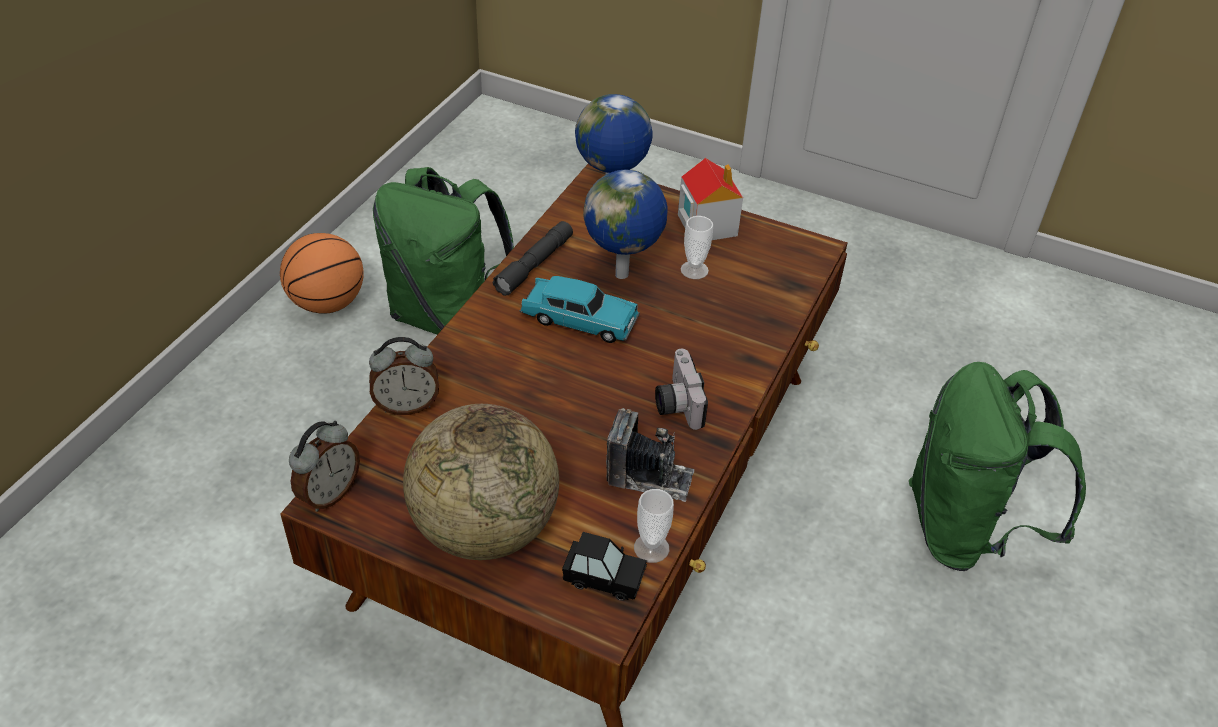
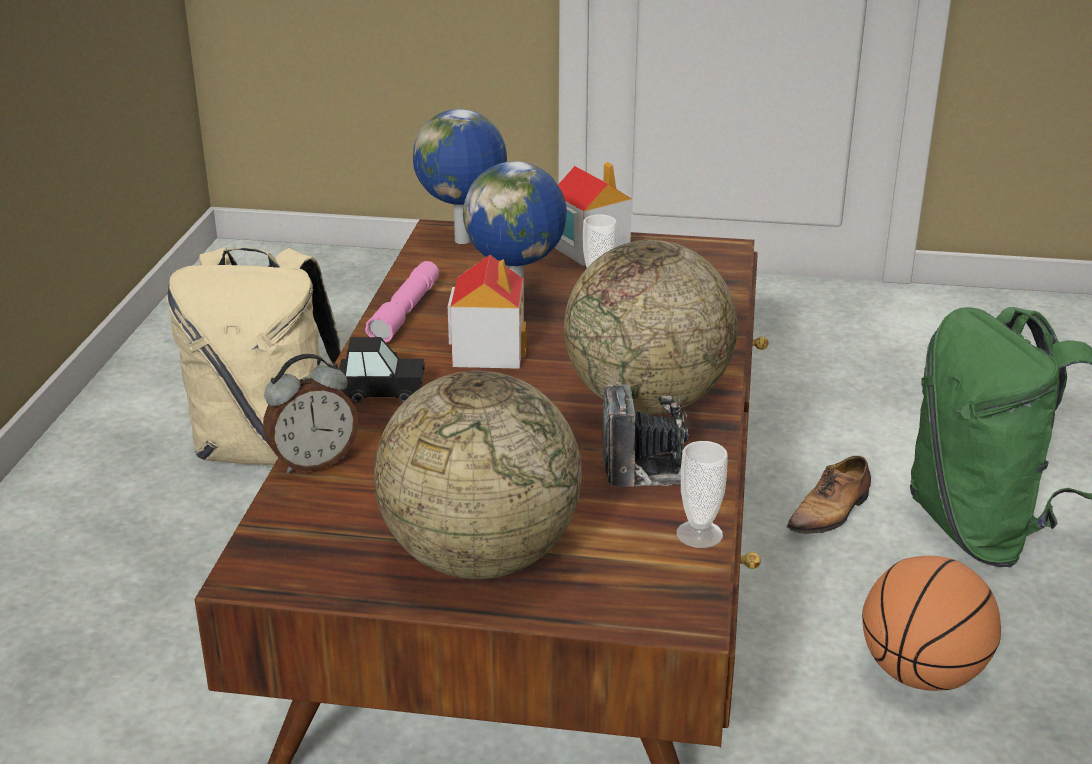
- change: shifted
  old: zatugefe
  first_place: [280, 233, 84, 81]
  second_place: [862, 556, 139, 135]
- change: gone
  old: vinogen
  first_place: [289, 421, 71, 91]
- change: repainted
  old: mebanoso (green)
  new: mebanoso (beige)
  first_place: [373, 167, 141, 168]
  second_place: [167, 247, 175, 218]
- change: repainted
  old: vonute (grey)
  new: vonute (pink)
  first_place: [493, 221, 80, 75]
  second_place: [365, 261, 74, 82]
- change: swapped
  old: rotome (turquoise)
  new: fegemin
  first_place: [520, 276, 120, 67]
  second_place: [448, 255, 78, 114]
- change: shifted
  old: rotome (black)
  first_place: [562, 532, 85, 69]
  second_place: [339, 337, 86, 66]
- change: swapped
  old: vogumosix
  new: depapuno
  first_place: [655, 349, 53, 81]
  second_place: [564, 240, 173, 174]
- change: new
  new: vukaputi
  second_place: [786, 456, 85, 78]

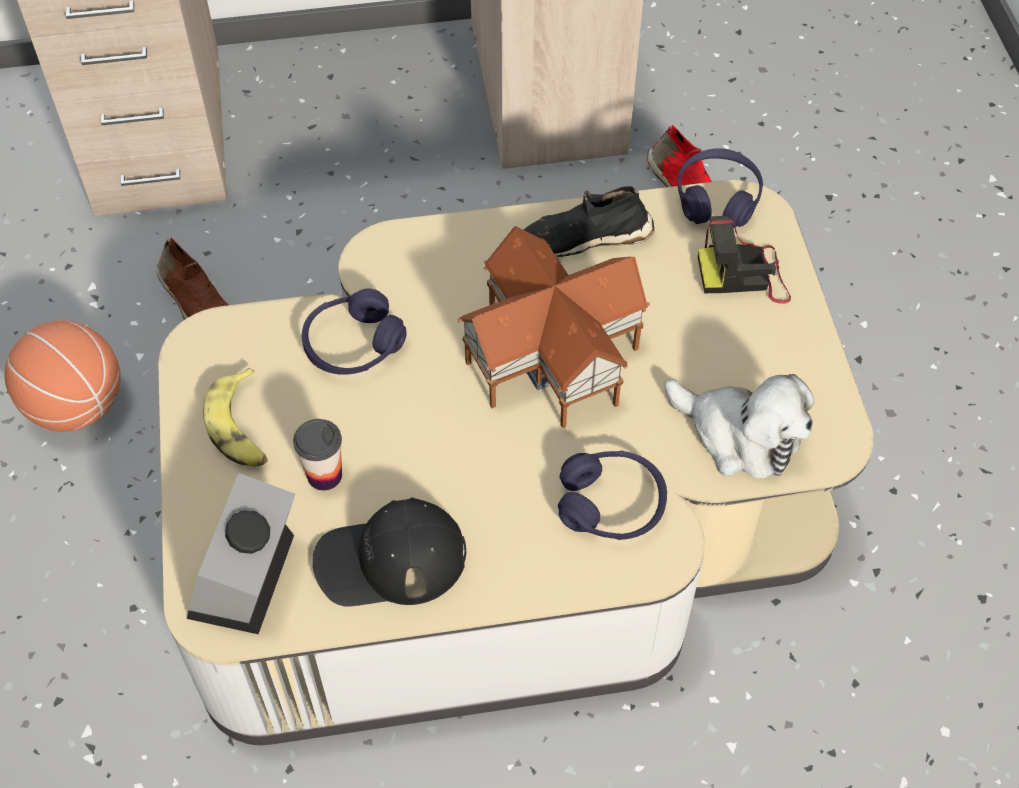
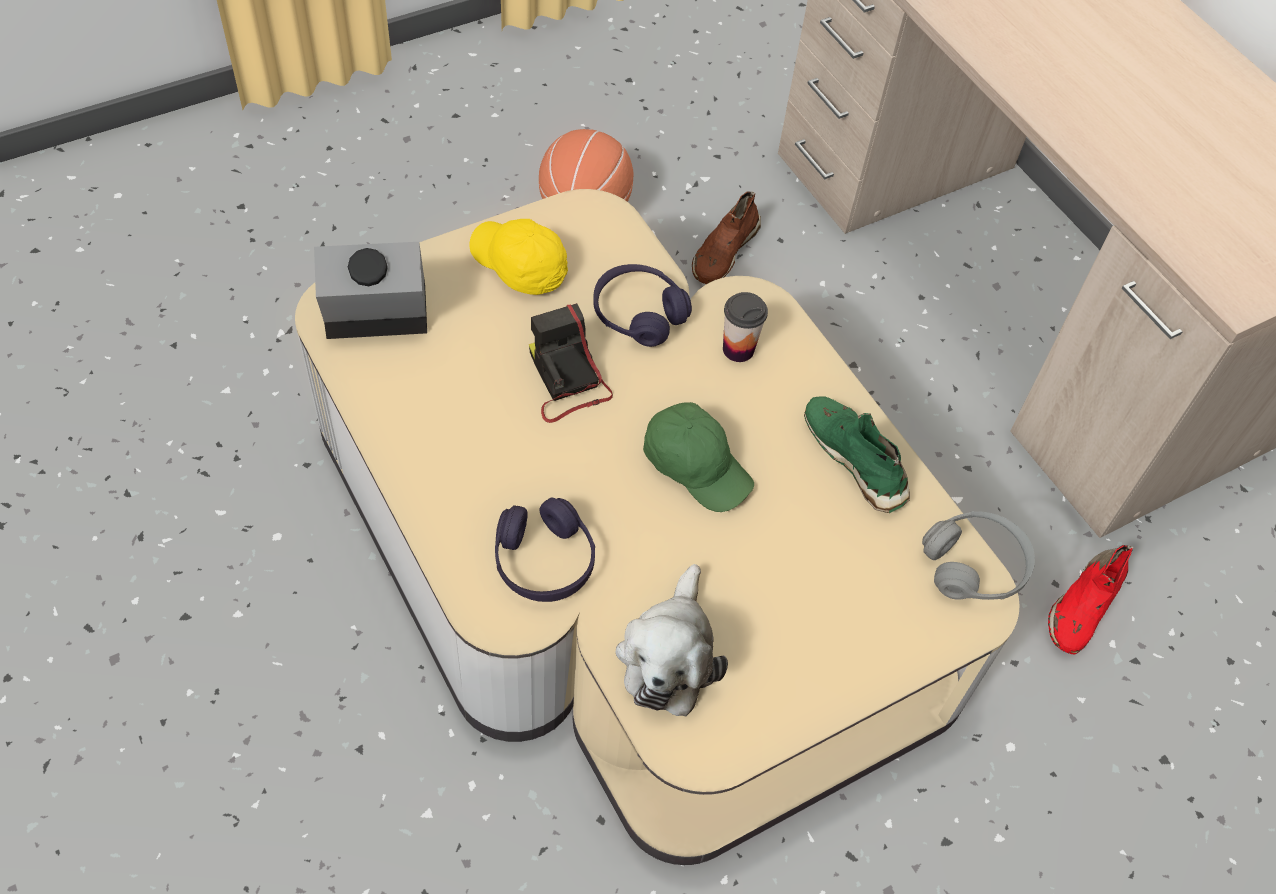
- change: swapped
  old: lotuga
  new: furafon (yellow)
  first_place: [203, 368, 65, 98]
  second_place: [469, 219, 99, 76]
- change: shifted
  old: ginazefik
  first_place: [293, 419, 49, 72]
  second_place: [723, 292, 45, 70]
- change: gone
  old: furafon (black)
  first_place: [312, 497, 154, 110]
- change: swapped
  old: fegemin
  new: furafon (green)
  first_place: [457, 226, 193, 202]
  second_place: [643, 402, 111, 110]
- change: repainted
  old: vukaputi (black)
  new: vukaputi (green)
  first_place: [524, 186, 131, 71]
  second_place: [804, 397, 106, 116]
- change: repainted
  old: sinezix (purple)
  new: sinezix (grey)
  first_place: [678, 148, 85, 80]
  second_place: [922, 511, 113, 89]
- change: shifted
  old: vogumosix
  first_place: [698, 216, 93, 88]
  second_place: [529, 303, 84, 120]

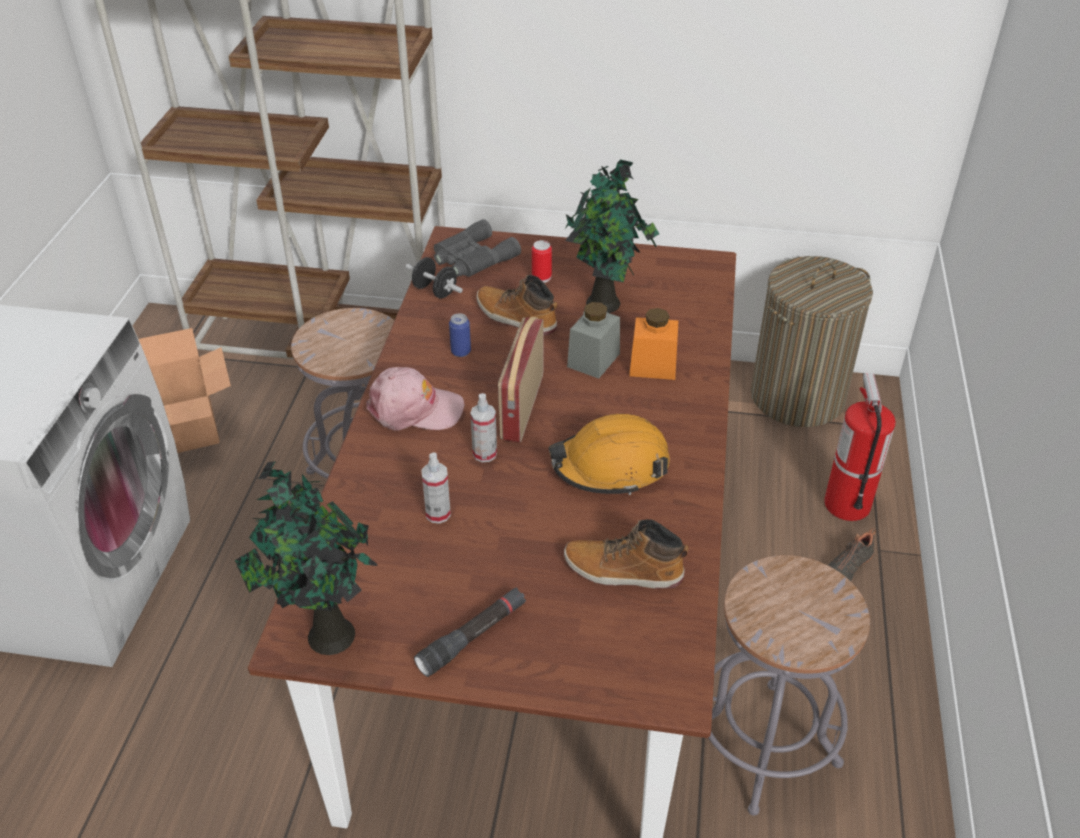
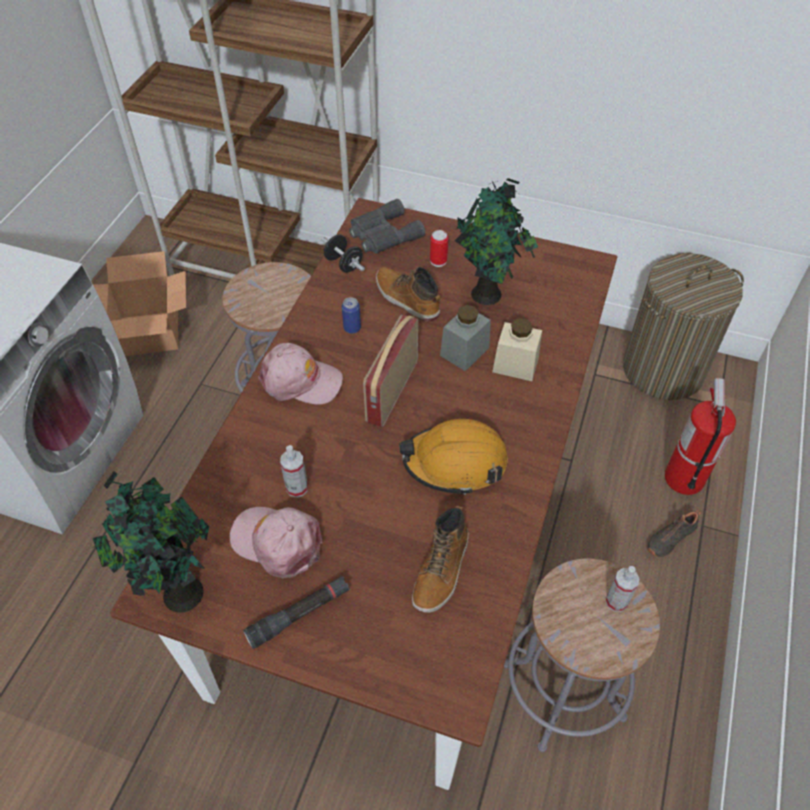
- change: shifted
  old: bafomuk
  first_place: [470, 393, 27, 69]
  second_place: [606, 566, 33, 46]
- change: rotated
  old: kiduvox
  first_place: [564, 519, 124, 70]
  second_place: [412, 506, 57, 107]
  degrees: -90
- change: repainted
  old: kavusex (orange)
  new: kavusex (beige)
  first_place: [629, 308, 50, 72]
  second_place: [492, 318, 50, 63]
- change: new
  new: furafon (pink)
  second_place: [230, 507, 93, 72]

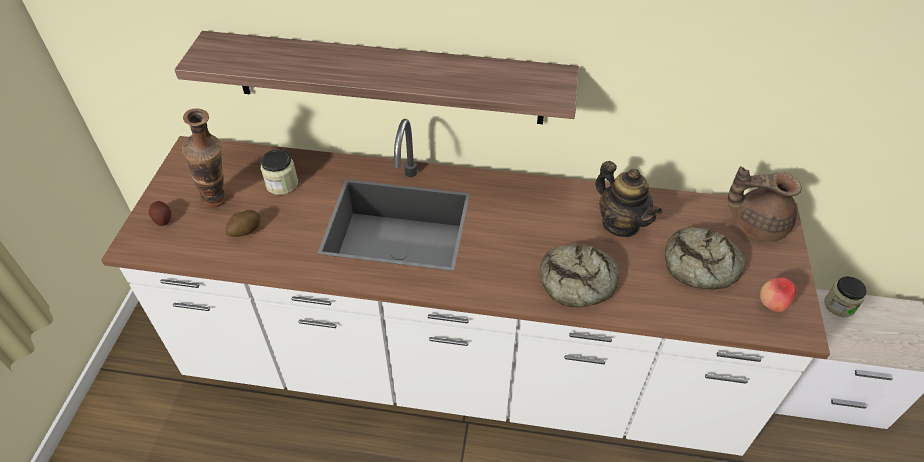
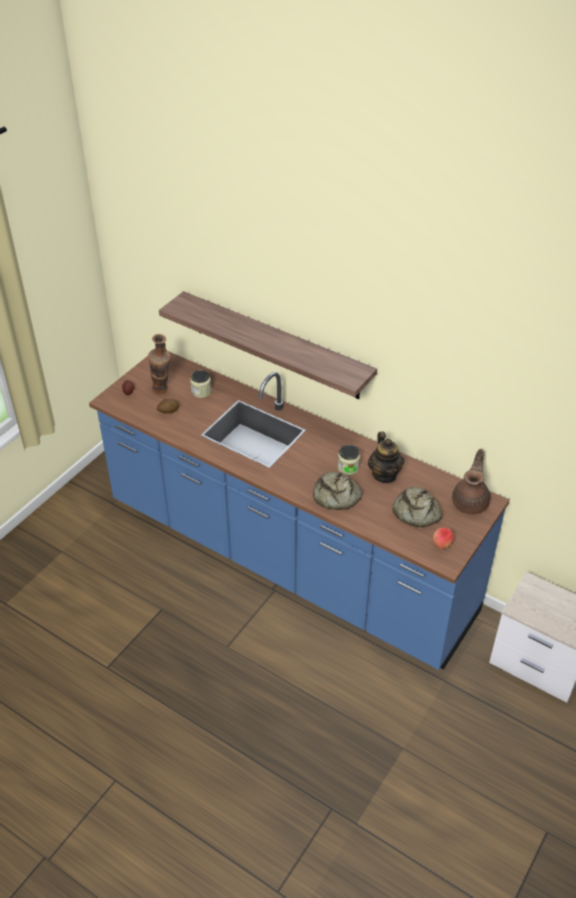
- change: repainted
  old: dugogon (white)
  new: dugogon (blue)
  first_place: [101, 119, 729, 337]
  second_place: [89, 351, 420, 319]
- change: rotated
  old: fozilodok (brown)
  first_place: [728, 166, 74, 76]
  second_place: [452, 449, 38, 65]
  degrees: 75
- change: shifted
  old: kavusex
  first_place: [824, 276, 43, 41]
  second_place: [338, 445, 22, 30]

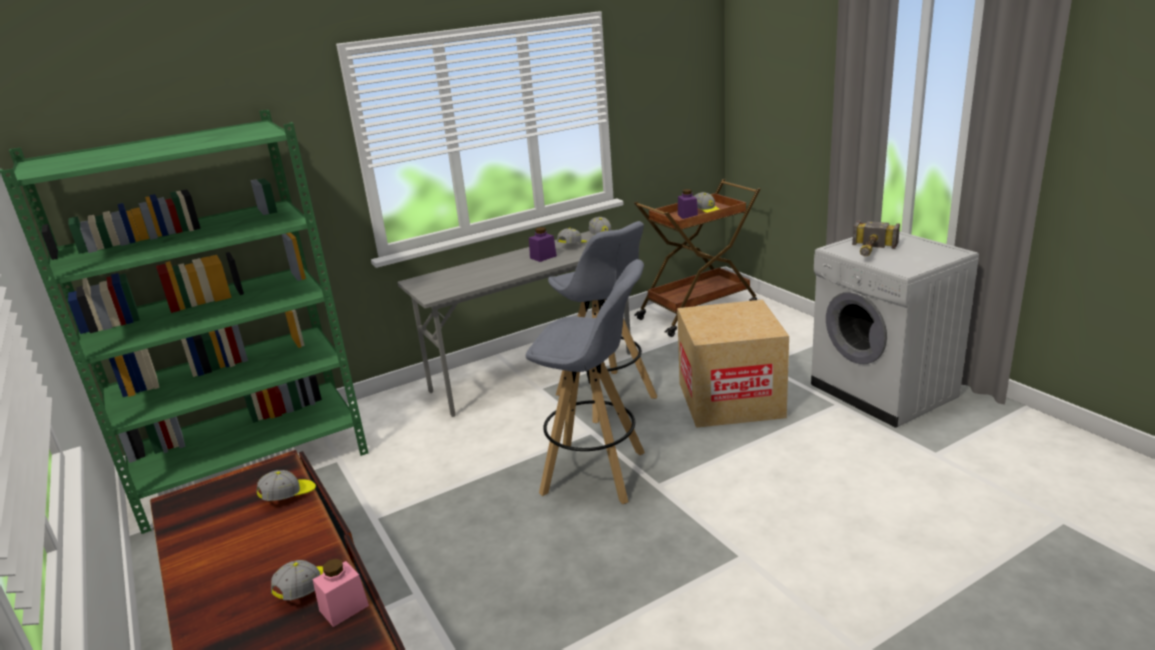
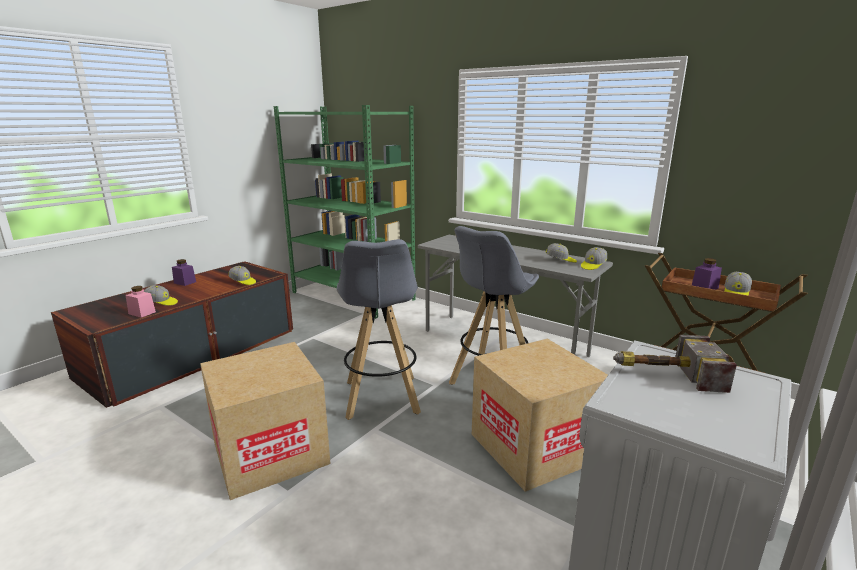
- change: shifted
  old: kavusex (purple)
  first_place: [529, 227, 28, 35]
  second_place: [172, 259, 24, 27]
- change: new
  new: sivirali
  second_place: [200, 342, 131, 158]

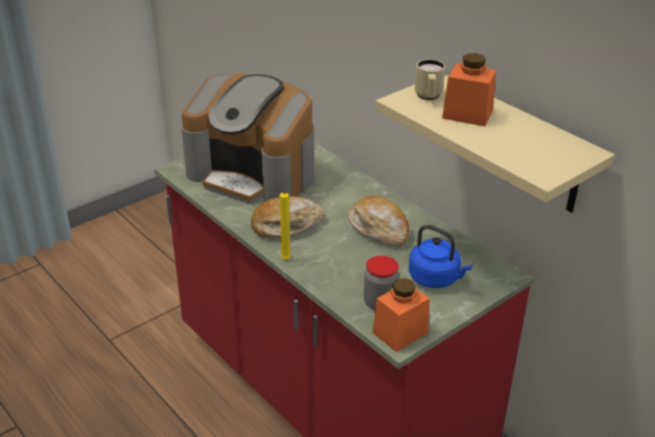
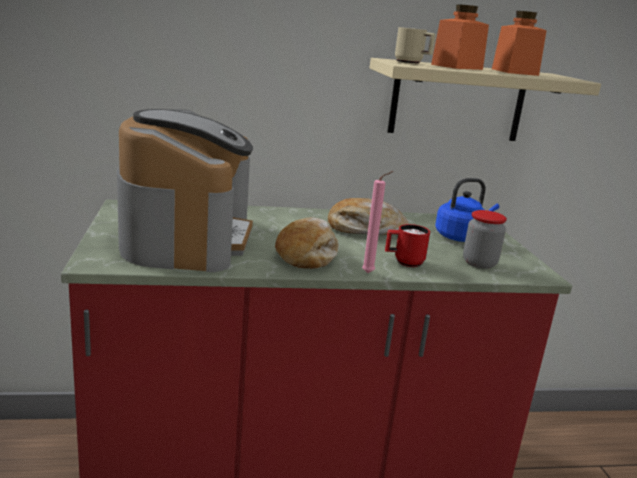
- change: rotated
  old: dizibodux
  first_place: [181, 73, 133, 131]
  second_place: [117, 109, 136, 163]
  degrees: -60
- change: repainted
  old: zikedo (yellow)
  new: zikedo (pink)
  first_place: [280, 191, 11, 68]
  second_place: [362, 171, 31, 102]
- change: shifted
  old: kavusex (orange)
  first_place: [373, 278, 57, 74]
  second_place: [492, 11, 55, 65]
- change: new
  new: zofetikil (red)
  second_place: [385, 224, 45, 43]

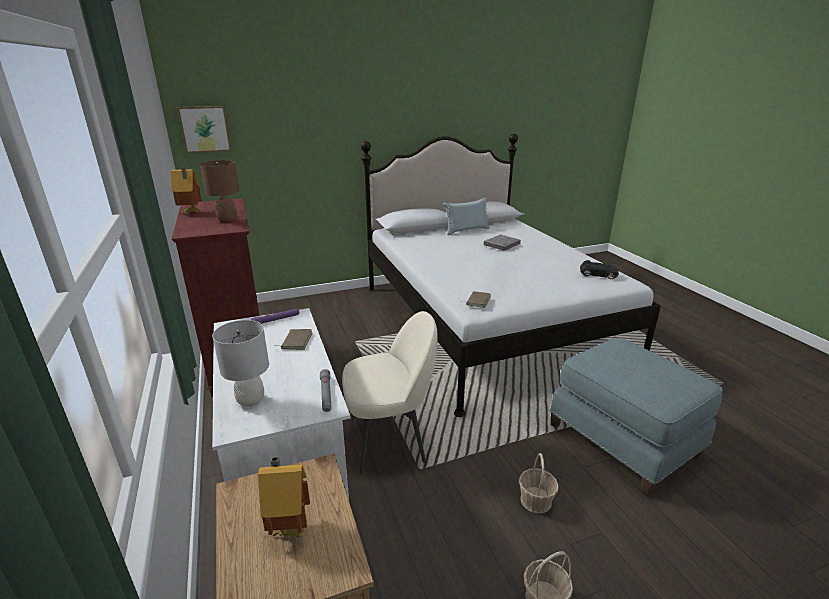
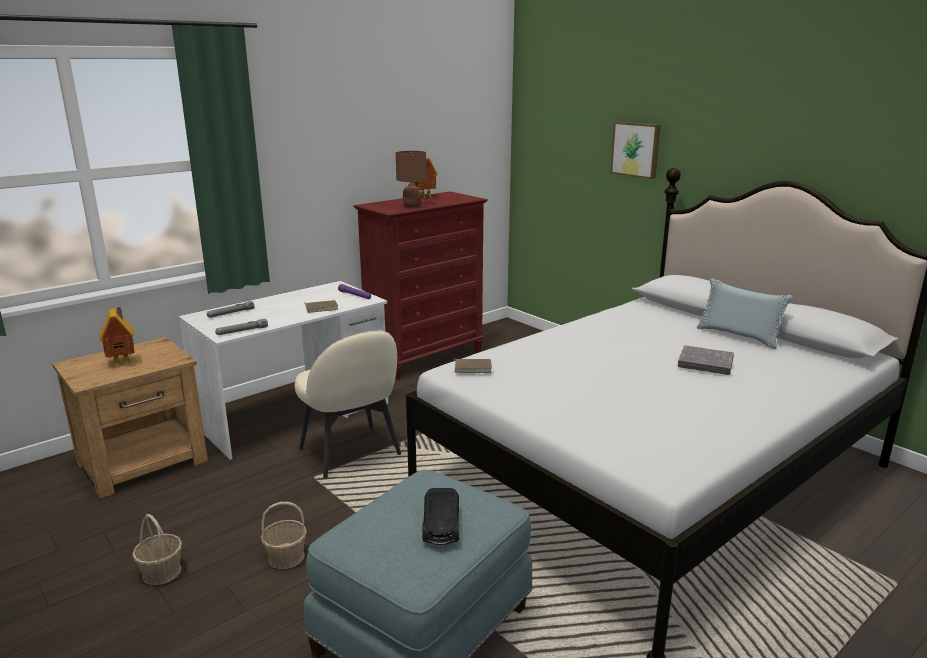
- change: shifted
  old: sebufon
  first_place: [177, 106, 54, 47]
  second_place: [610, 122, 51, 57]
- change: swapped
  old: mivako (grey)
  new: vonute (grey)
  first_place: [212, 320, 57, 87]
  second_place: [207, 301, 48, 17]
- change: shifted
  old: rotome (black)
  first_place: [580, 260, 39, 19]
  second_place: [422, 488, 37, 57]

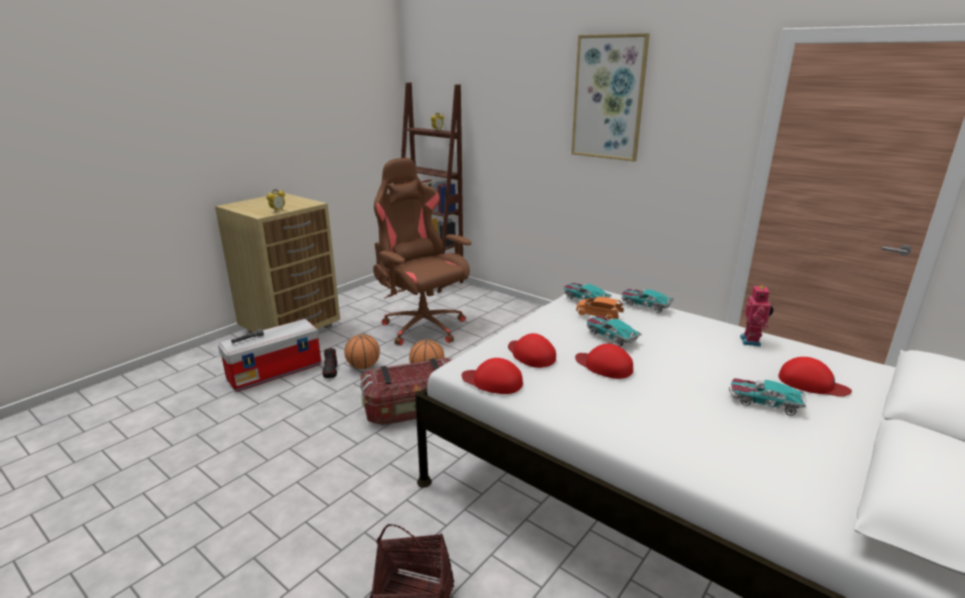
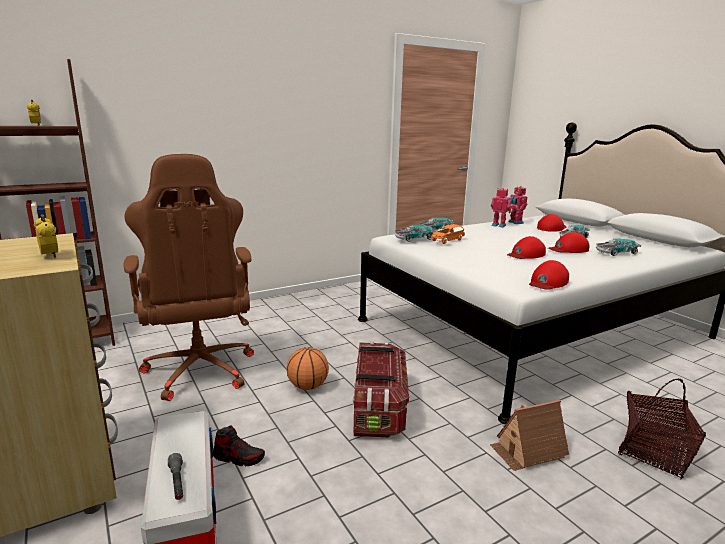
- change: gone
  old: zatugefe
  first_place: [345, 334, 35, 35]
- change: rotated
  old: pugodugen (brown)
  first_place: [373, 158, 98, 187]
  second_place: [123, 154, 131, 247]
  degrees: -90
- change: shifted
  old: furafon (red)
  first_place: [508, 333, 48, 35]
  second_place: [548, 232, 41, 21]
- change: gone
  old: sebufon
  first_place: [571, 33, 79, 129]
- change: shifted
  old: rotome
  first_place: [587, 316, 54, 31]
  second_place: [596, 238, 45, 18]
- change: new
  new: fegemin
  second_place: [490, 400, 79, 71]
- change: new
  new: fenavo
  second_place: [509, 186, 18, 38]

